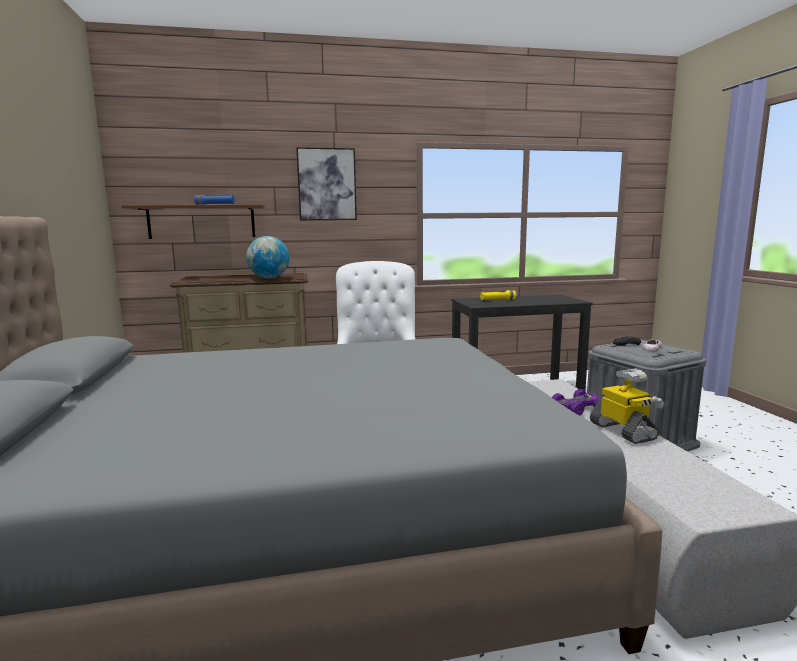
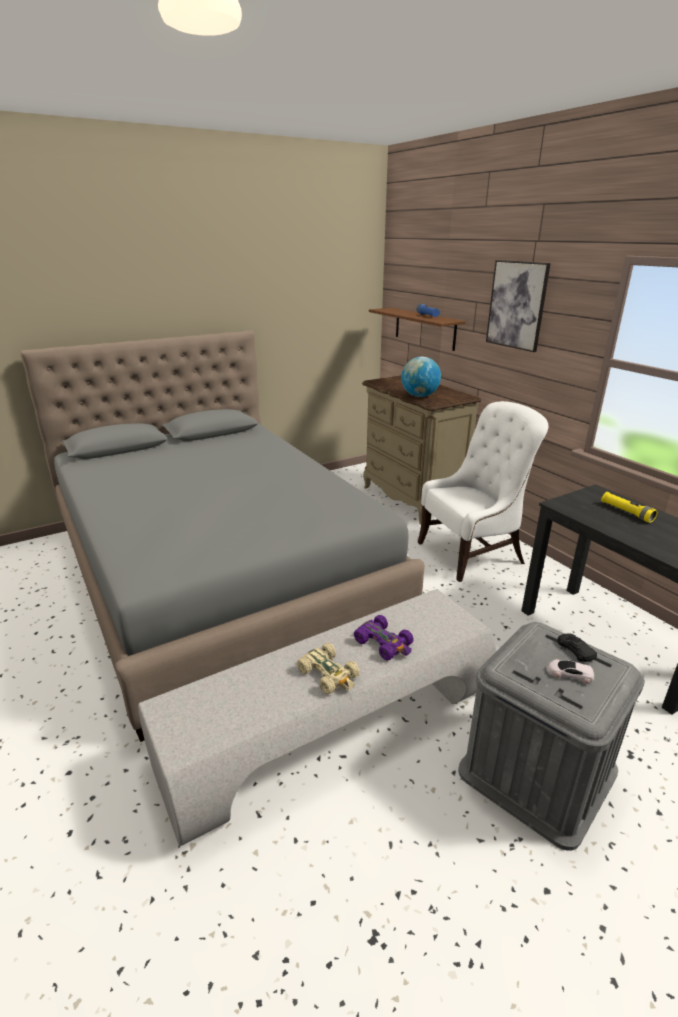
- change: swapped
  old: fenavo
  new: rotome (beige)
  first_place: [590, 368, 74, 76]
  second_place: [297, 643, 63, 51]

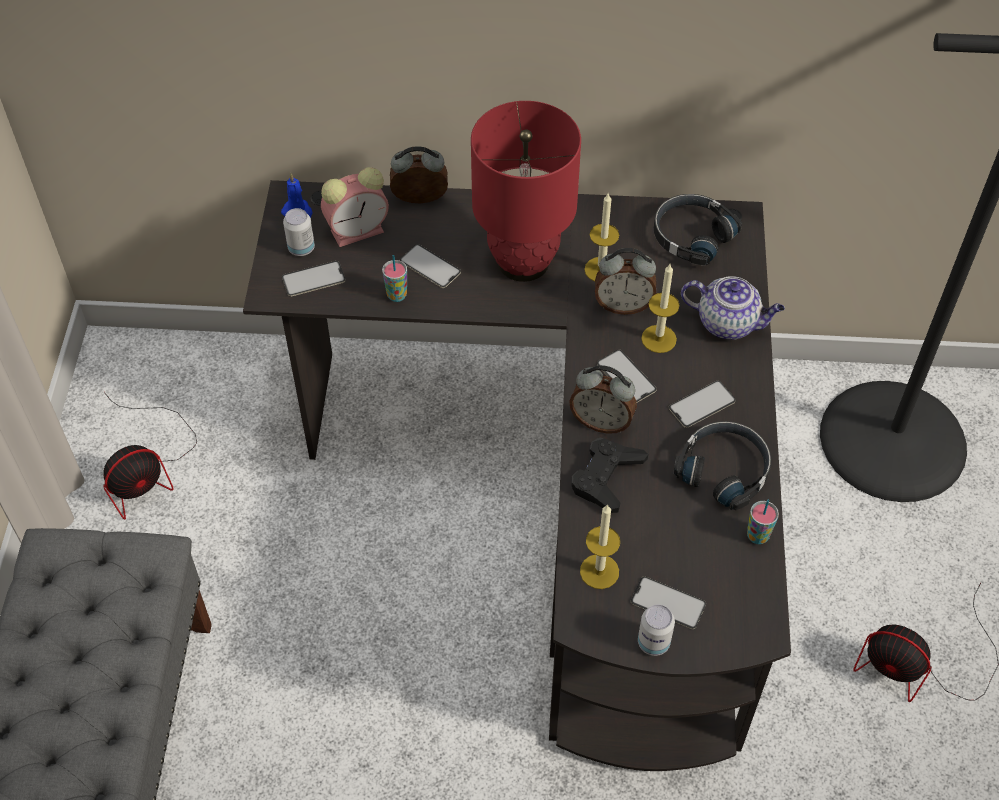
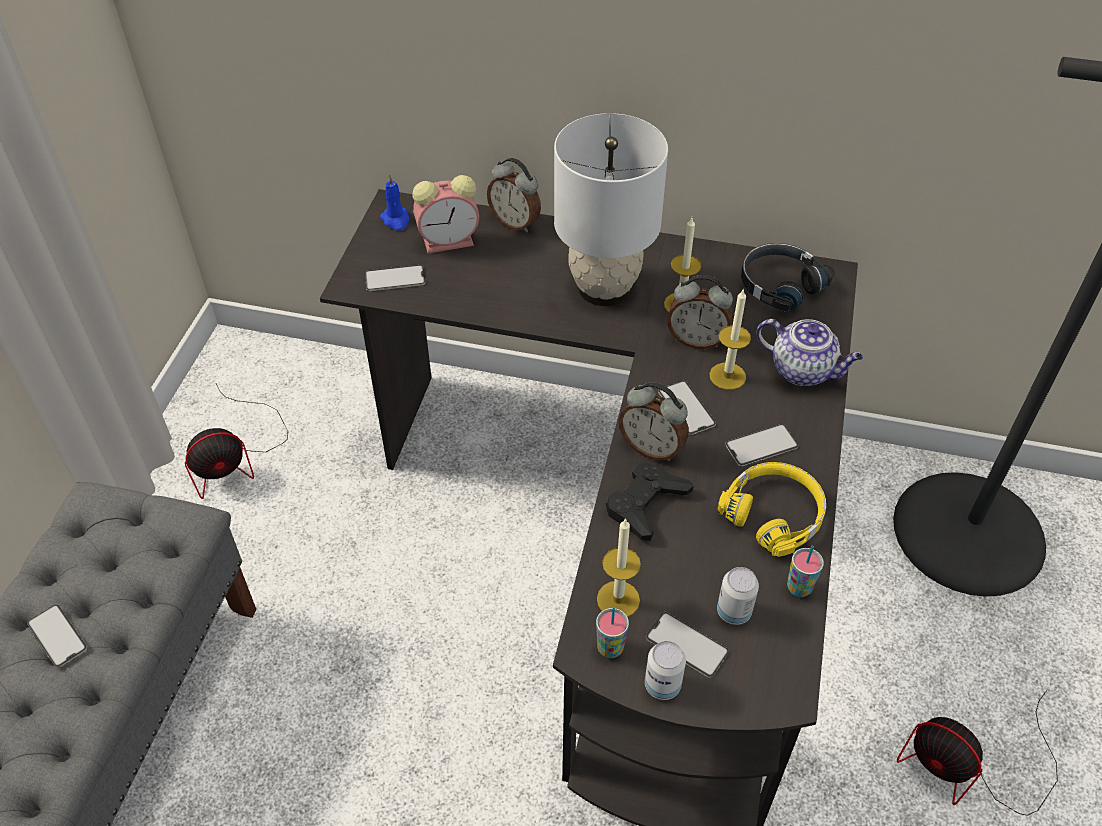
- change: shifted
  old: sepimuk
  first_place: [283, 208, 32, 48]
  second_place: [717, 567, 42, 58]
- change: shifted
  old: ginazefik
  first_place: [382, 255, 25, 47]
  second_place: [596, 607, 33, 51]
- change: rotated
  old: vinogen
  first_place: [390, 146, 58, 57]
  second_place: [487, 158, 54, 75]
  degrees: -150
- change: shifted
  old: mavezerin
  first_place: [400, 244, 61, 44]
  second_place: [27, 604, 60, 64]
- change: repainted
  old: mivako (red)
  new: mivako (white)
  first_place: [471, 101, 110, 181]
  second_place: [554, 113, 114, 193]
- change: repainted
  old: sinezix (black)
  new: sinezix (yellow)
  first_place: [674, 421, 97, 89]
  second_place: [717, 462, 109, 95]

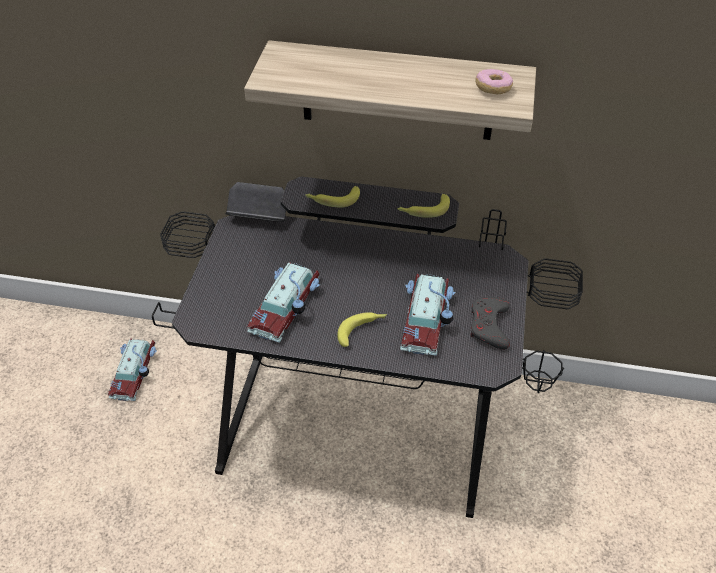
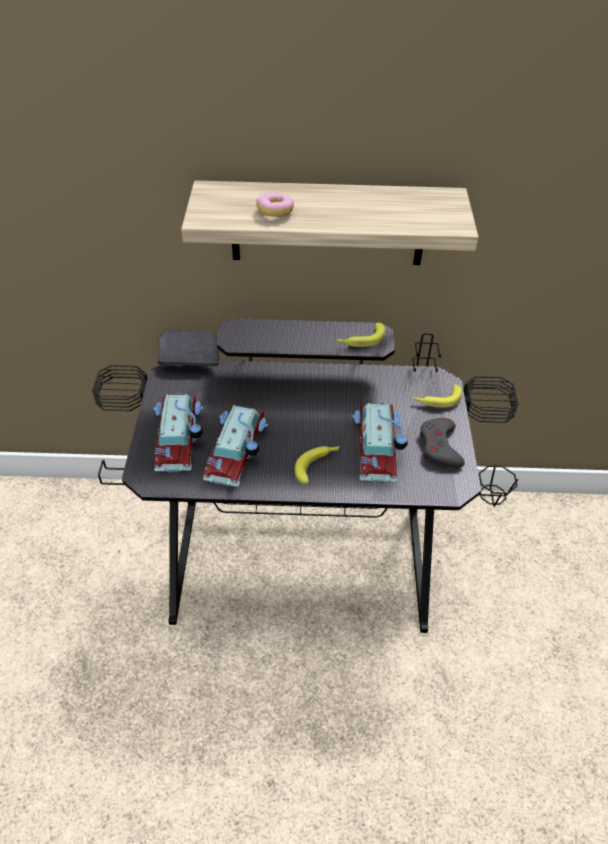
- change: shifted
  old: rotome
  first_place: [108, 338, 49, 63]
  second_place: [153, 393, 50, 79]
- change: shifted
  old: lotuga
  first_place: [305, 186, 55, 21]
  second_place: [412, 384, 50, 24]
- change: shifted
  old: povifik
  first_place: [475, 69, 38, 26]
  second_place: [256, 192, 38, 25]

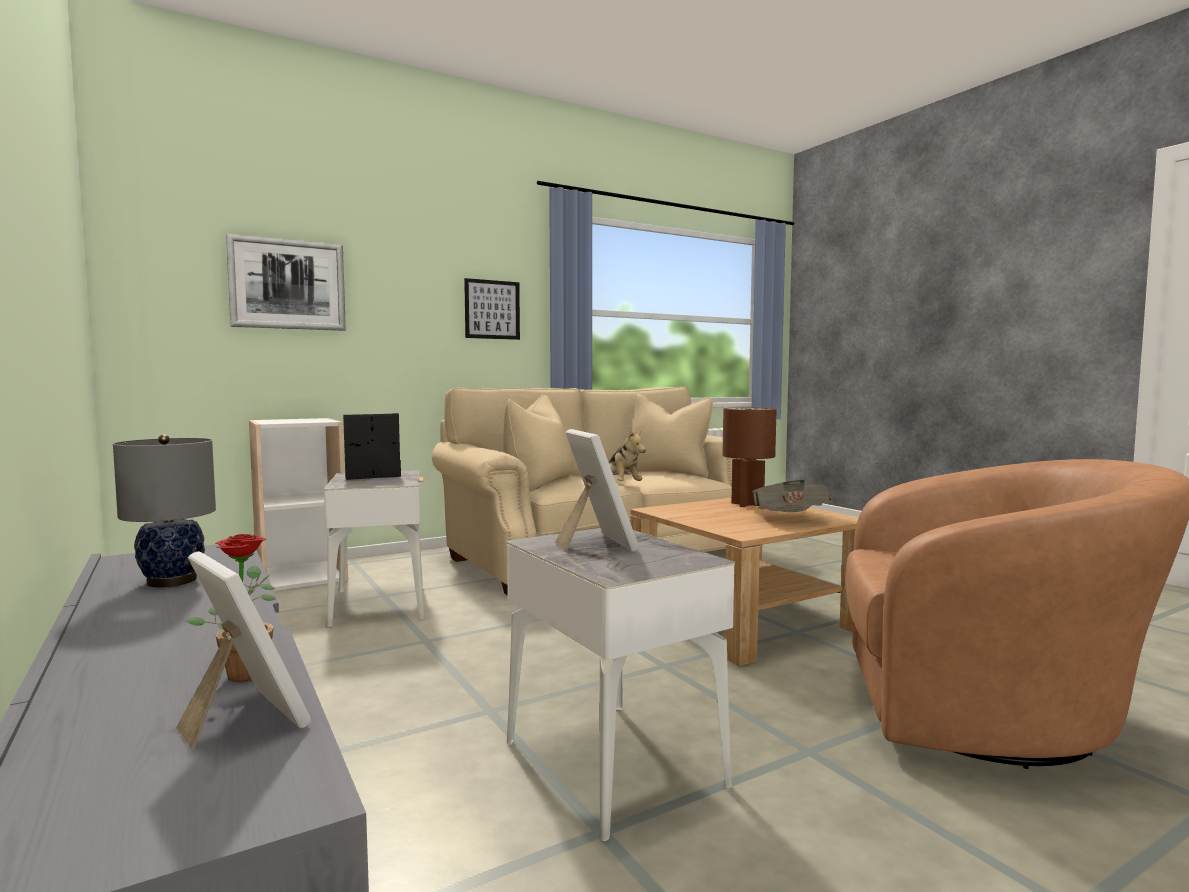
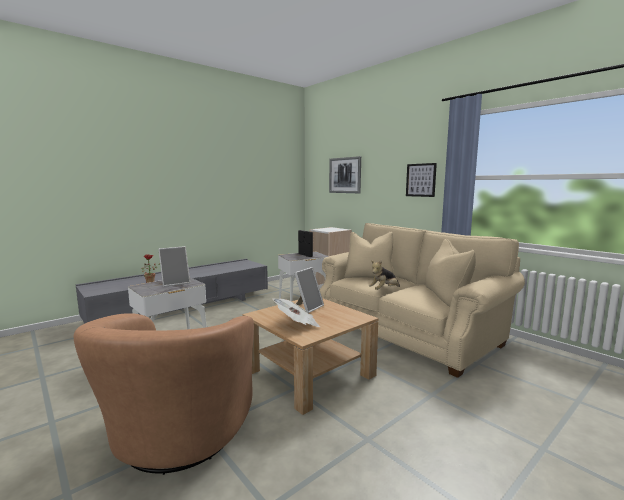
- change: gone
  old: mivako (grey)
  first_place: [113, 434, 103, 153]
- change: shifted
  old: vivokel
  first_place: [176, 551, 135, 198]
  second_place: [294, 267, 30, 46]
- change: gone
  old: mivako (brown)
  first_place: [722, 408, 55, 99]

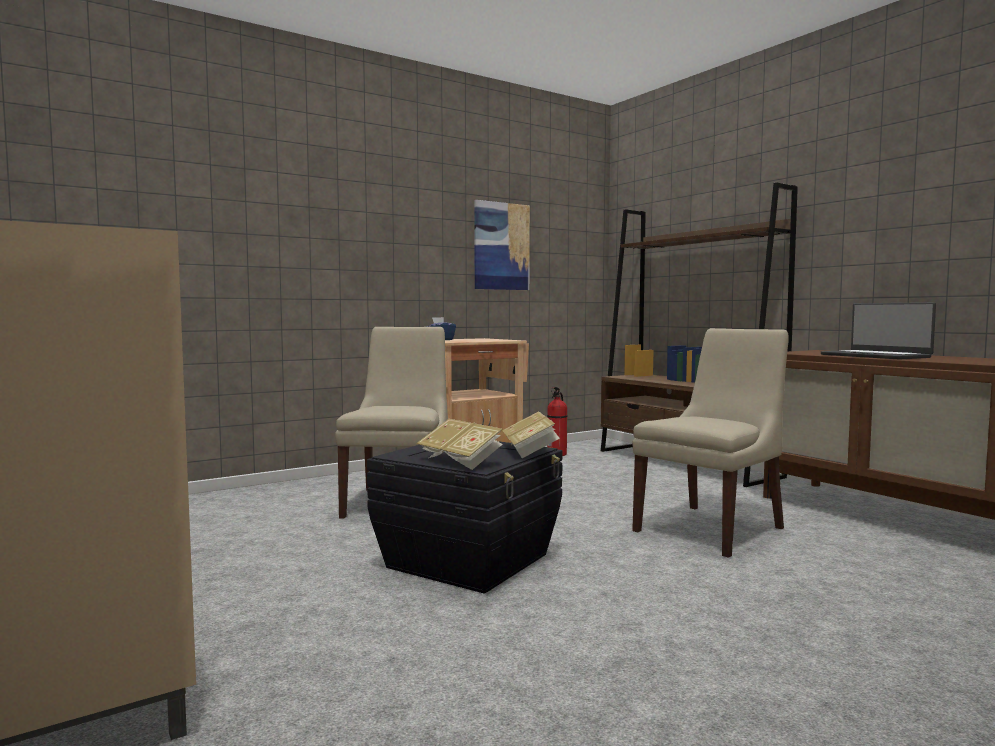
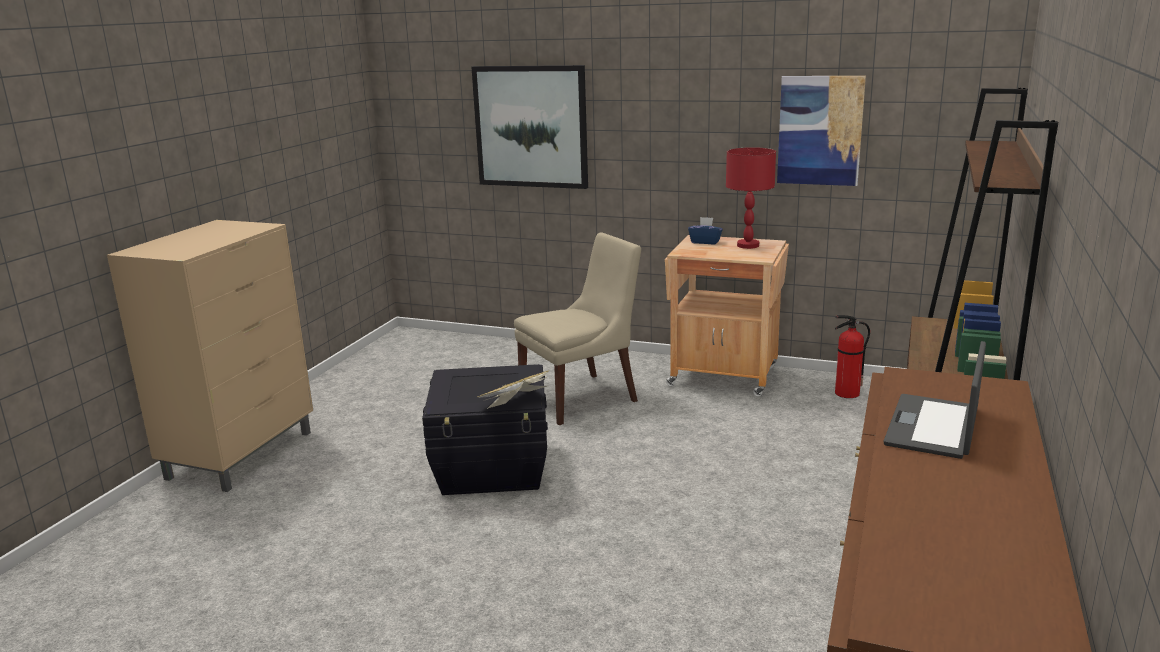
- change: gone
  old: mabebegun
  first_place: [416, 419, 87, 51]
- change: gone
  old: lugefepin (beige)
  first_place: [632, 328, 157, 230]
- change: new
  new: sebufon
  second_place: [471, 65, 117, 124]
- change: new
  new: mivako (red)
  second_place: [726, 147, 50, 102]

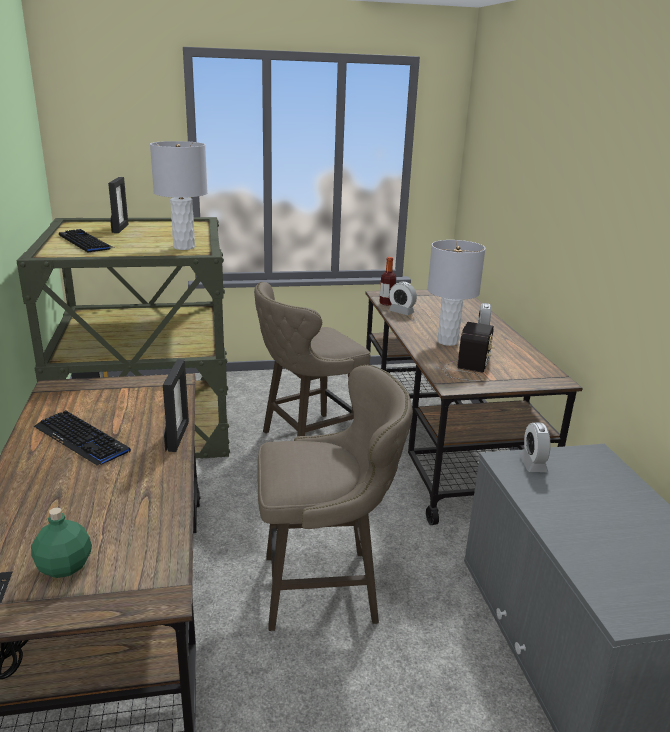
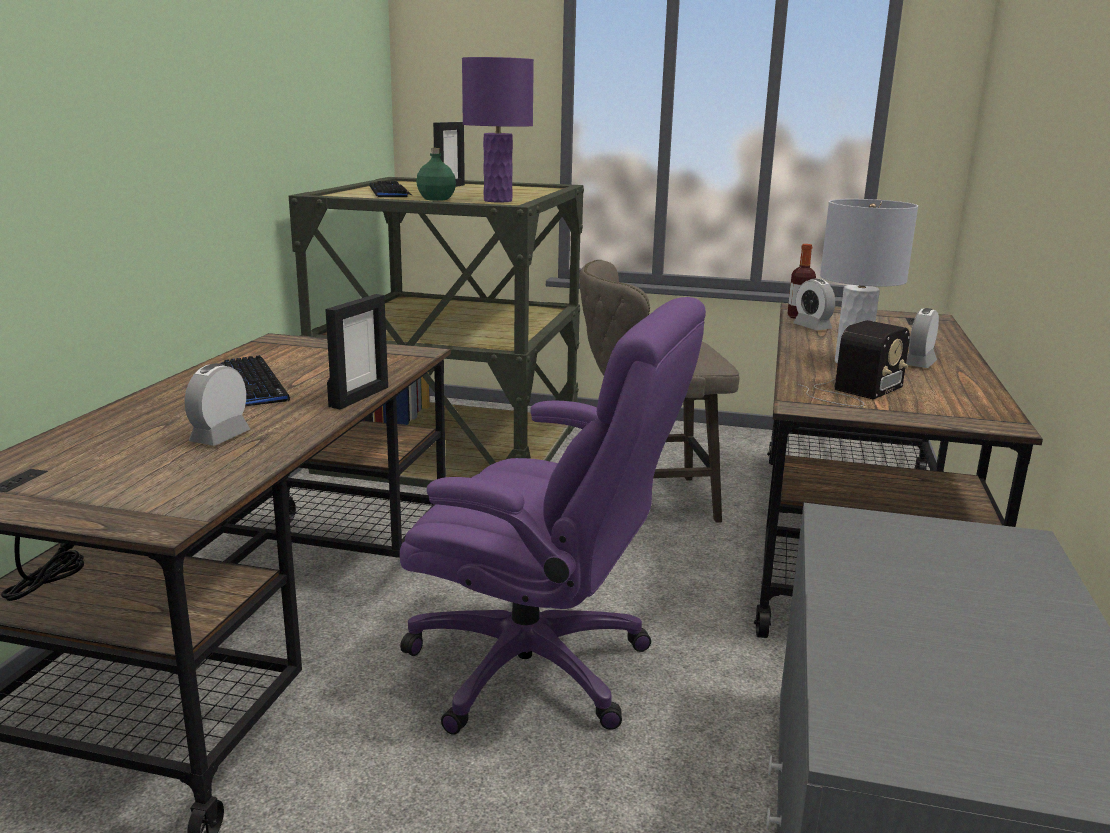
- change: shifted
  old: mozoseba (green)
  first_place: [31, 507, 61, 71]
  second_place: [416, 148, 40, 53]
- change: repainted
  old: mivako (grey)
  new: mivako (purple)
  first_place: [150, 141, 58, 109]
  second_place: [462, 57, 72, 145]
- change: swapped
  old: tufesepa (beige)
  new: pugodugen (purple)
  first_place: [257, 364, 156, 267]
  second_place: [400, 297, 306, 438]
- change: shifted
  old: vinogen
  first_place: [519, 422, 32, 50]
  second_place: [185, 363, 65, 83]

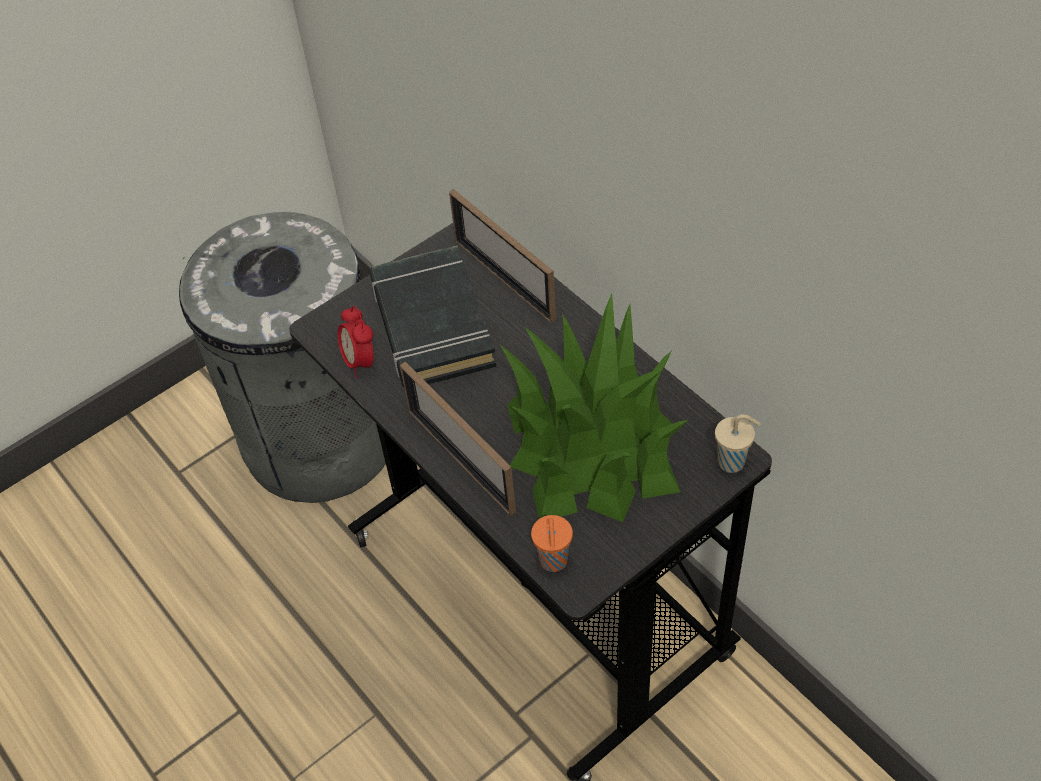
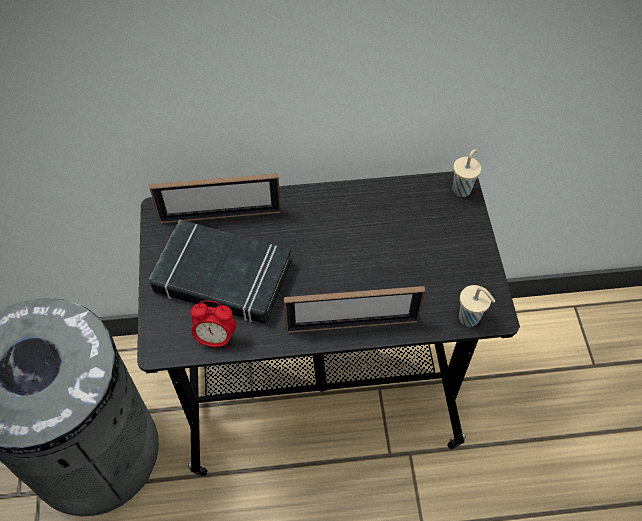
- change: gone
  old: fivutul
  first_place: [500, 294, 188, 228]
- change: repainted
  old: ginazefik (orange)
  new: ginazefik (beige)
  first_place: [531, 515, 42, 57]
  second_place: [459, 285, 36, 42]

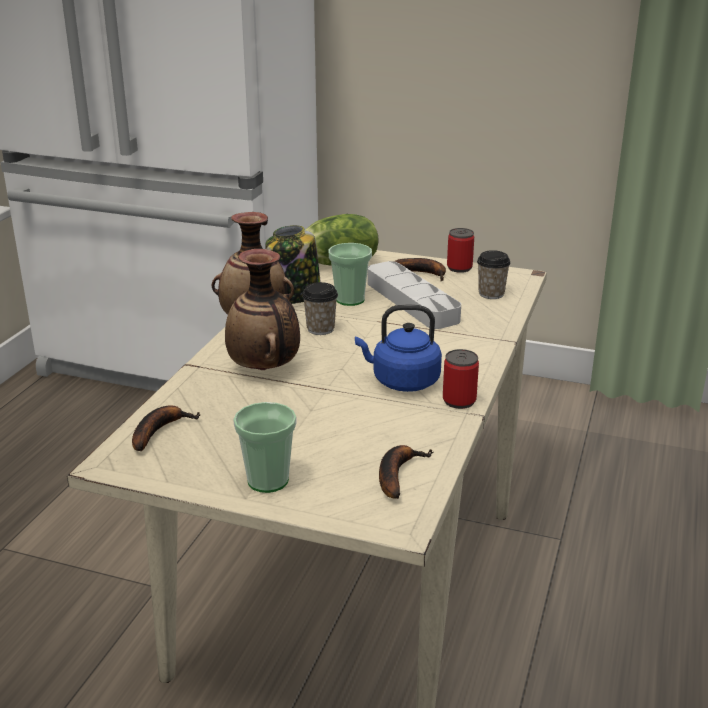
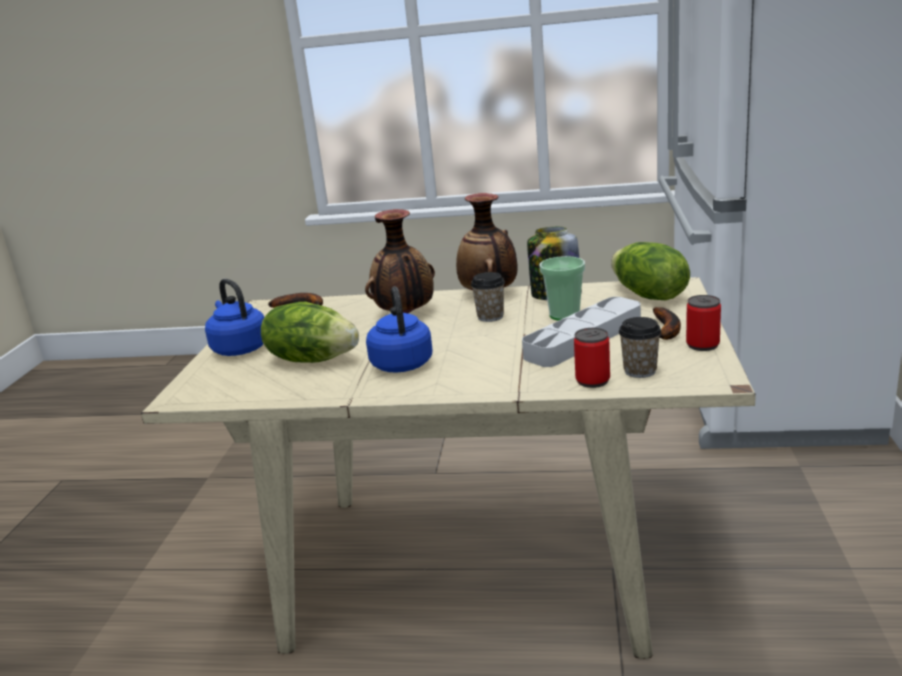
- change: swapped
  old: ginazefik
  new: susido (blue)
  first_place: [233, 402, 63, 91]
  second_place: [205, 279, 59, 77]
- change: gone
  old: lotuga
  first_place: [379, 445, 55, 54]
- change: shifted
  old: sepimuk
  first_place: [443, 349, 36, 60]
  second_place: [574, 328, 36, 60]
- change: new
  new: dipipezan
  second_place: [261, 302, 98, 61]

